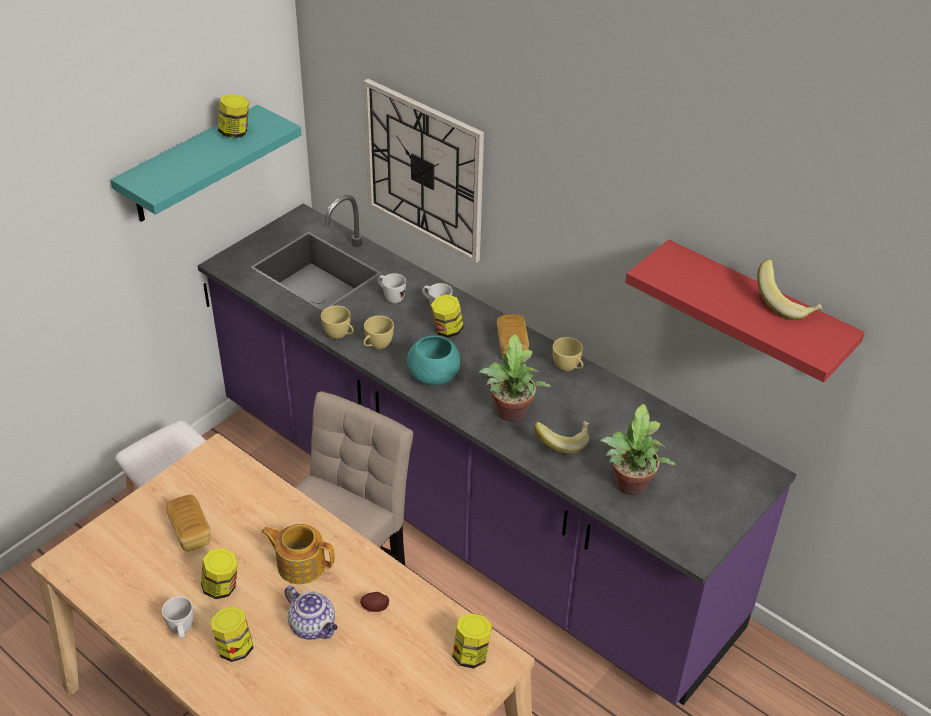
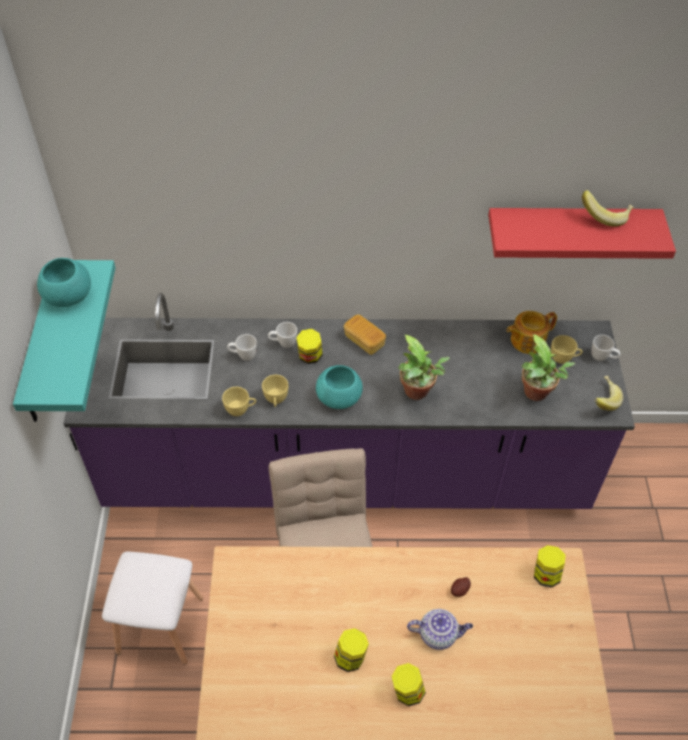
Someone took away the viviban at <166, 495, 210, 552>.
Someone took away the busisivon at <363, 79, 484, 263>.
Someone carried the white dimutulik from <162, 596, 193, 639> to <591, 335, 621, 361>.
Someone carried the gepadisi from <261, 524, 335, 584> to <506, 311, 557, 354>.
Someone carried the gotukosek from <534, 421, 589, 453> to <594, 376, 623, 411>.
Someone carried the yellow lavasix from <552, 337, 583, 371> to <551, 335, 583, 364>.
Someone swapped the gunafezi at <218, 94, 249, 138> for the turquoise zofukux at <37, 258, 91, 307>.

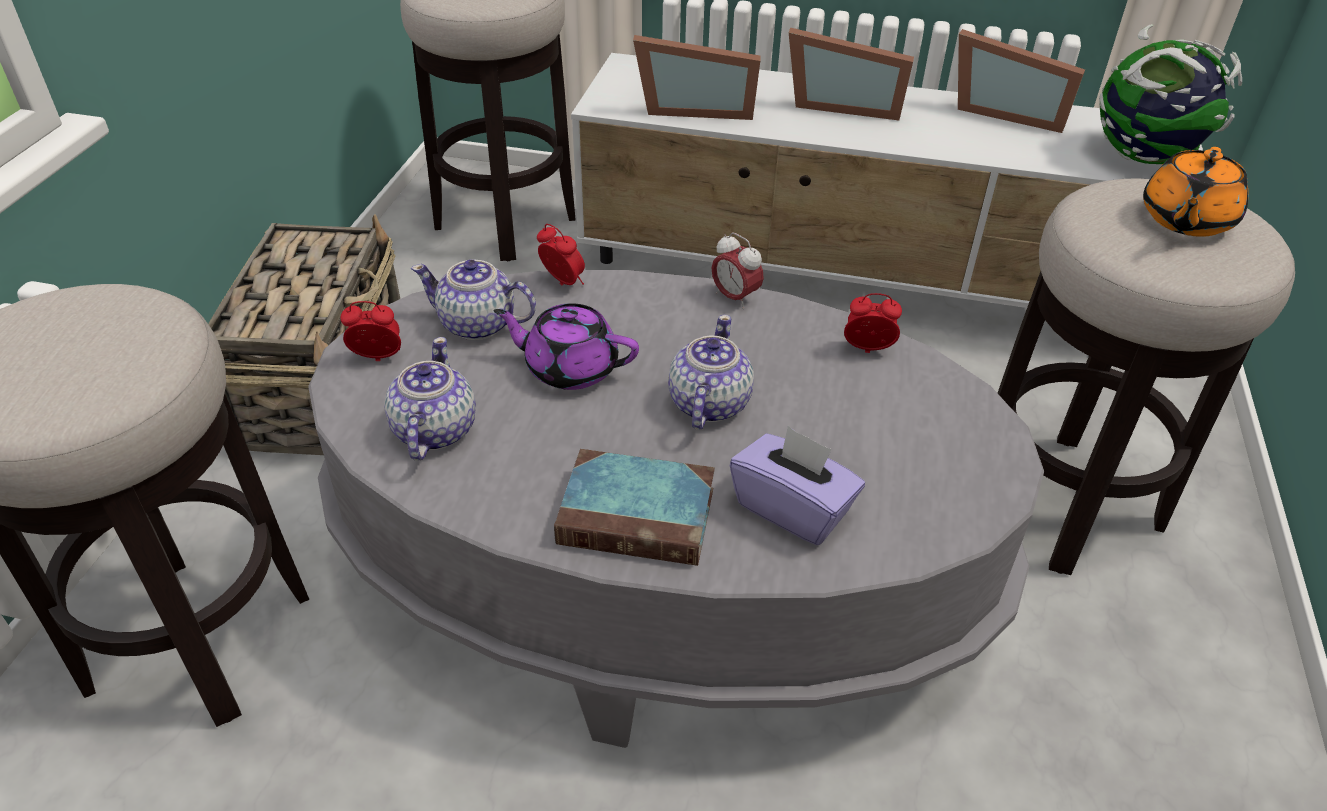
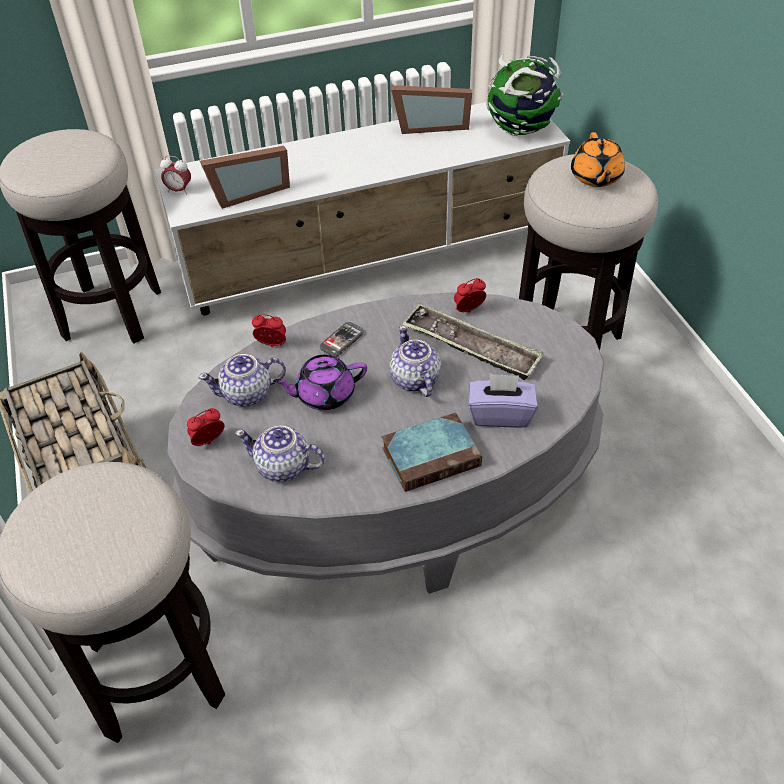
Someone took away the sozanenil at <789, 28, 914, 120>.
Someone put down the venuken at <320, 322, 364, 357>.
Someone put down the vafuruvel at <402, 304, 544, 380>.
Someone carried the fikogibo from <712, 232, 764, 309> to <160, 156, 191, 194>.
Someone rotated the gepadisi at <384, 337, 476, 461> by 45 degrees counterclockwise.

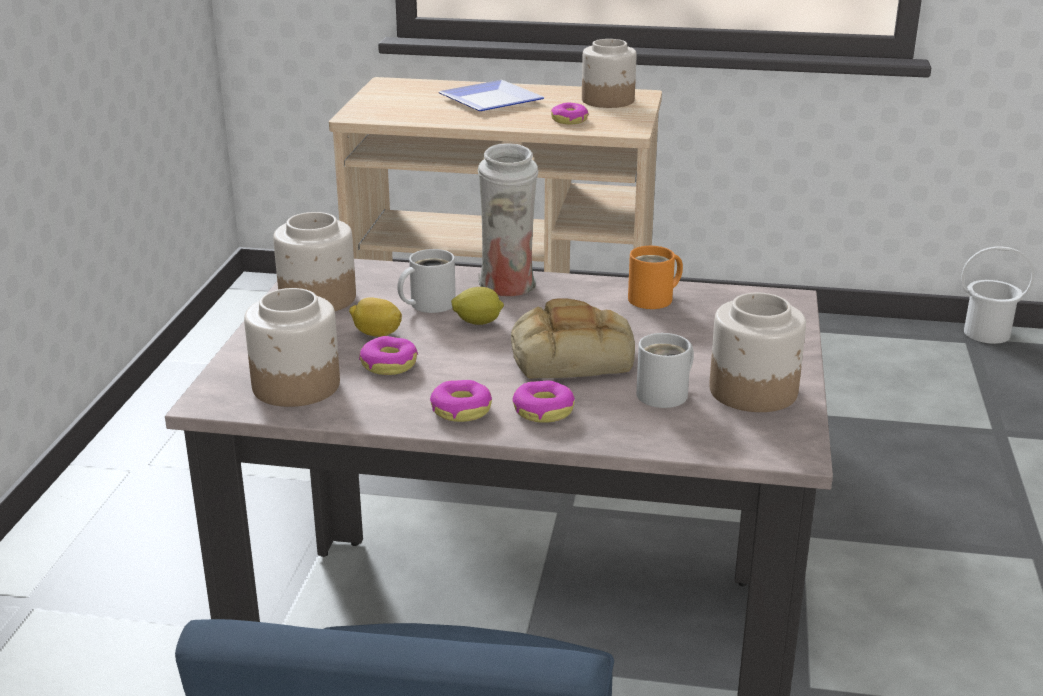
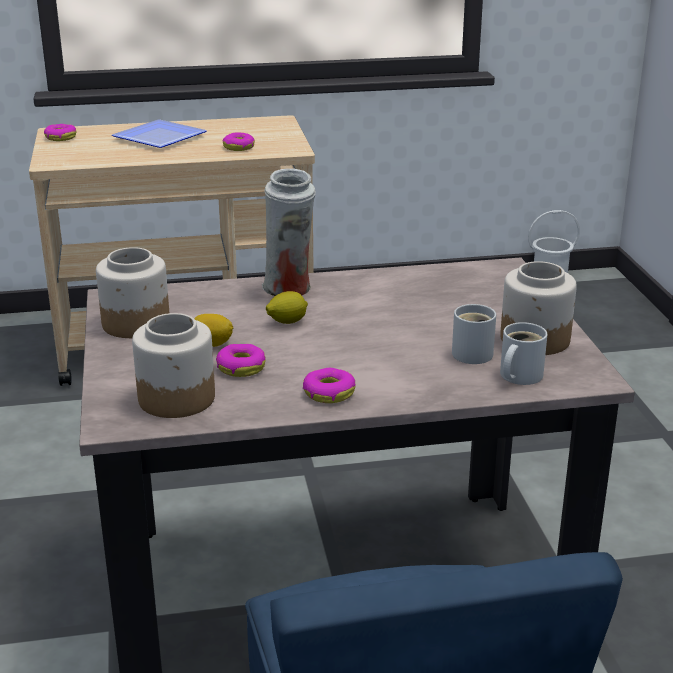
Someone took away the viviban at <511, 298, 635, 378>.
Someone took away the gunafezi at <582, 39, 637, 108>.
Someone took away the orange dimutulik at <628, 246, 683, 309>.
Someone carried the white dimutulik from <397, 249, 456, 313> to <500, 322, 547, 385>.
Someone carried the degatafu from <512, 380, 575, 423> to <44, 124, 76, 141>.

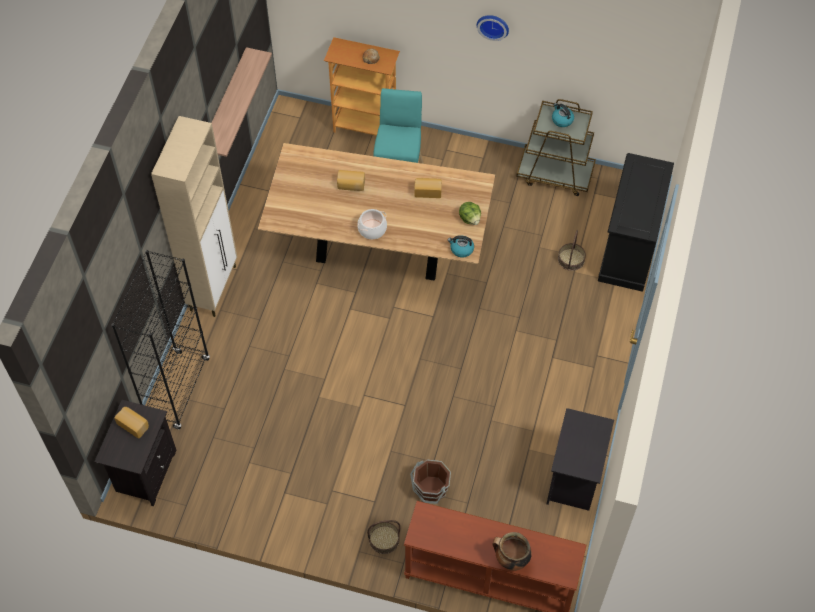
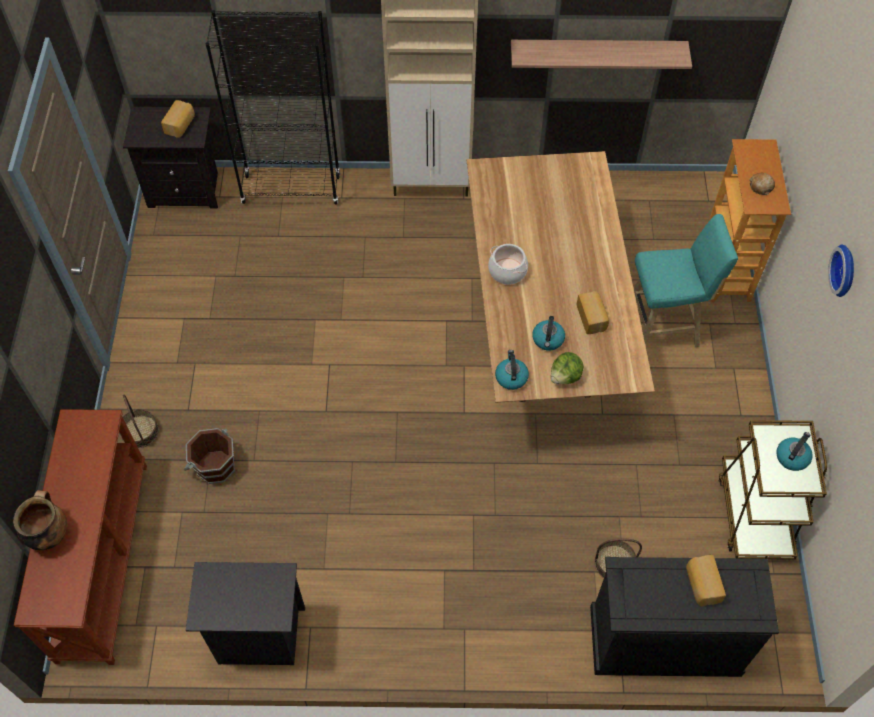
Someone put down the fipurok at <532, 316, 565, 350>.
Someone carried the viviban from <337, 170, 365, 191> to <686, 555, 726, 606>.

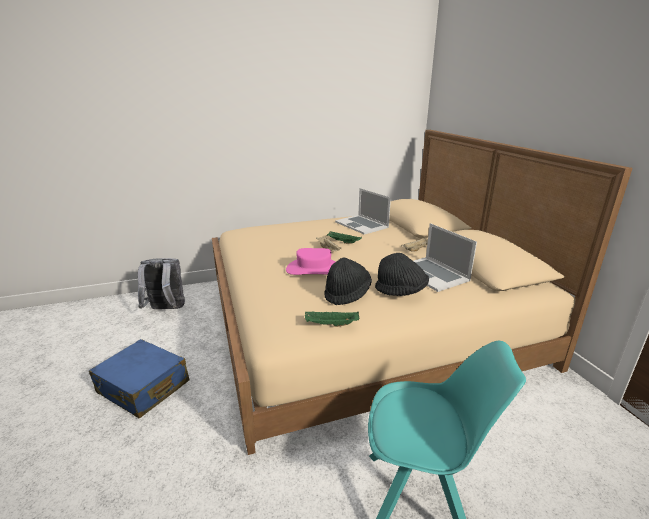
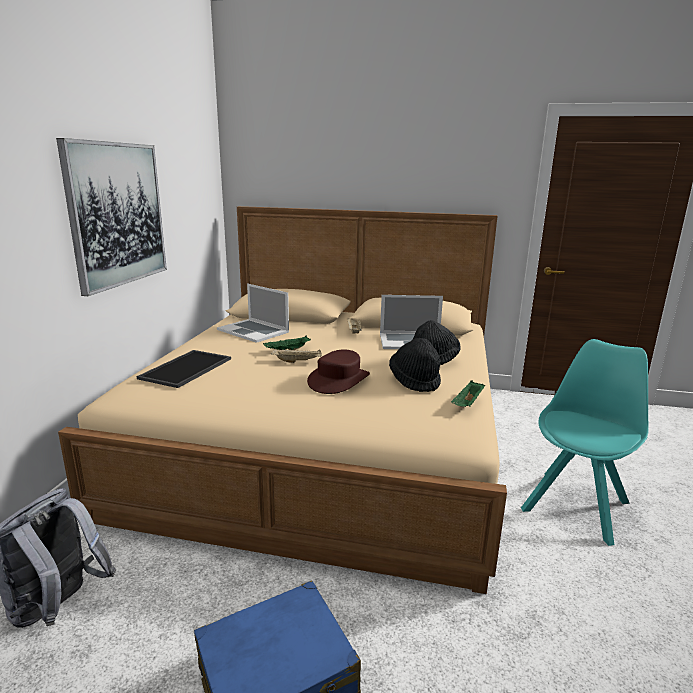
Someone put up the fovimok at <56, 138, 167, 296>.
Someone put down the vafuruvel at <137, 350, 231, 388>.
Someone repainted the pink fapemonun at <286, 248, 335, 275>, which became the brown fapemonun at <307, 349, 370, 394>.
Someone rotated the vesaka at <335, 188, 391, 235> by 45 degrees clockwise.

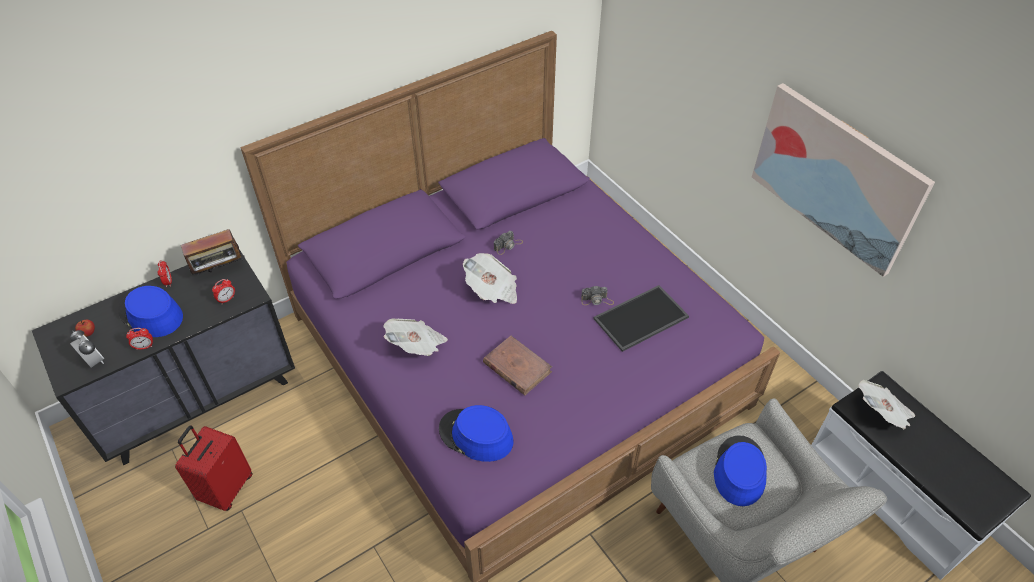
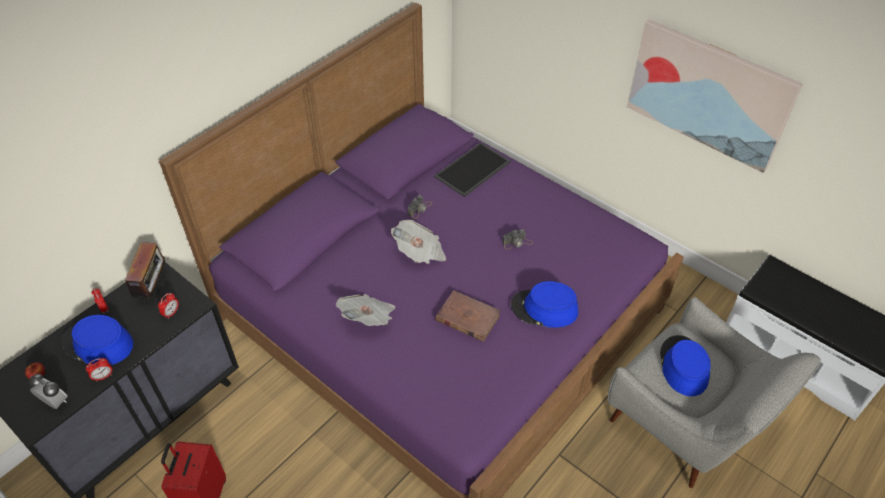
Someone took away the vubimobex at <859, 380, 915, 430>.
Someone carried the blue fapemonun from <439, 405, 514, 462> to <511, 281, 578, 328>.
Someone carried the vafuruvel from <593, 285, 689, 352> to <434, 142, 511, 197>.
Someone rotated the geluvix at <181, 229, 244, 279> by 45 degrees counterclockwise.

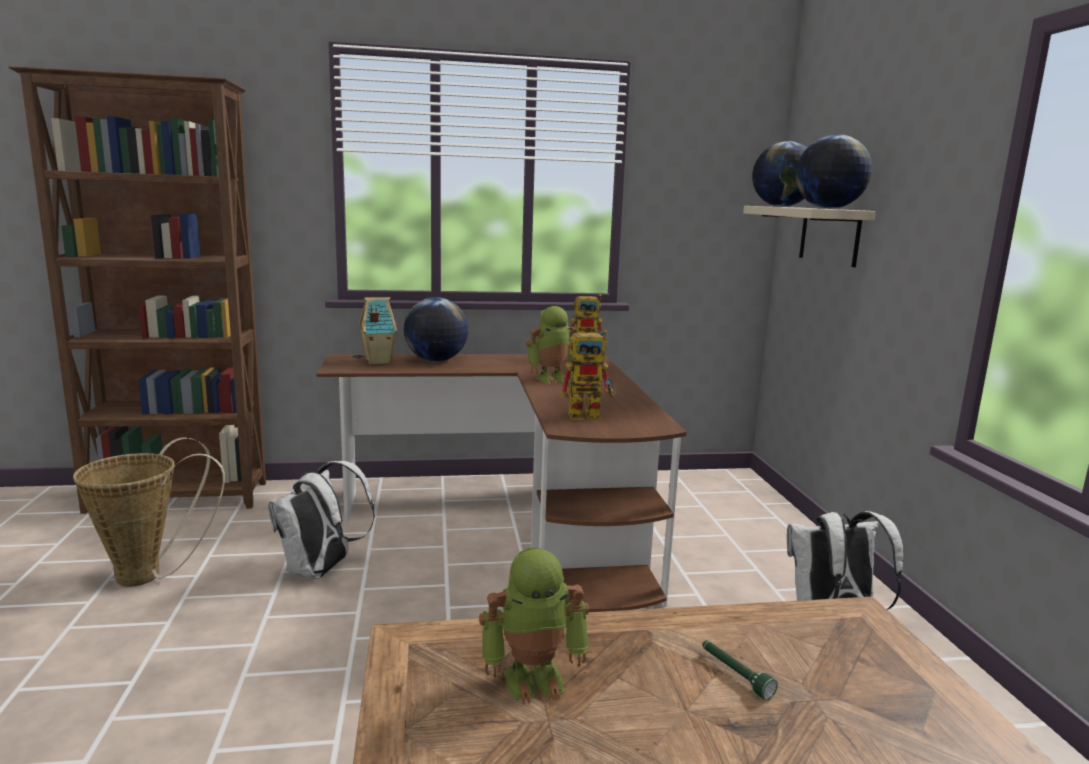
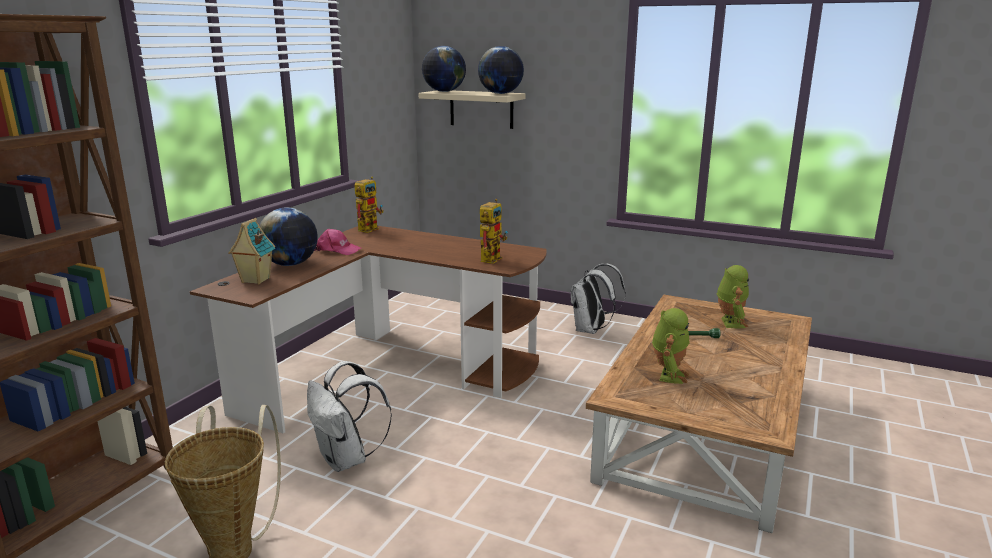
Someone put down the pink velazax at <314, 229, 361, 255>.
Someone carried the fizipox from <526, 306, 577, 384> to <717, 265, 749, 328>.

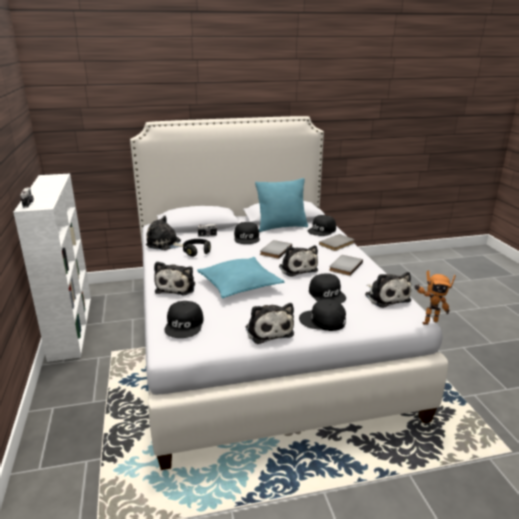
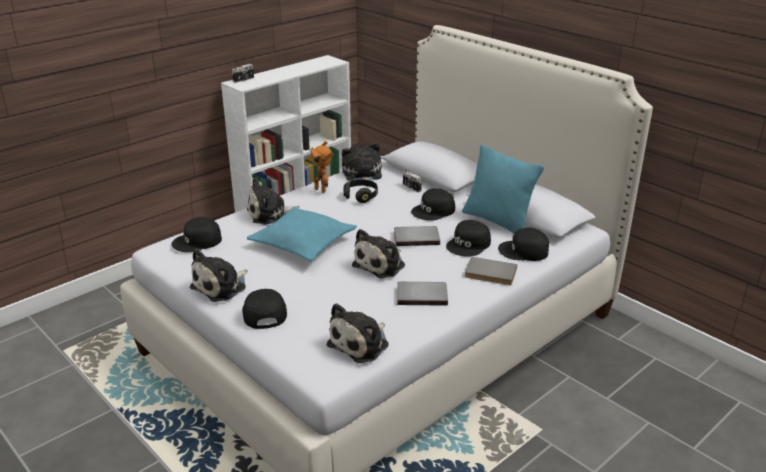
Someone carried the black velazax from <309, 273, 346, 304> to <446, 220, 491, 257>.
Someone carried the fizipox from <415, 270, 455, 325> to <310, 141, 334, 193>.

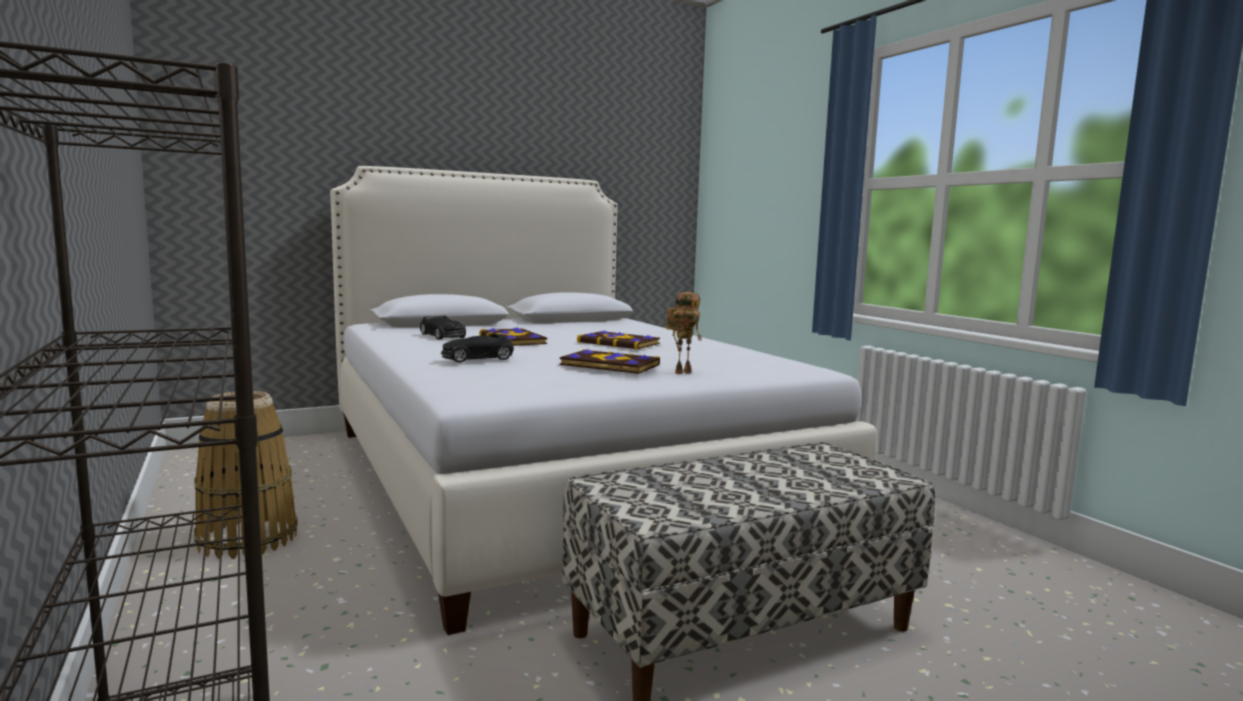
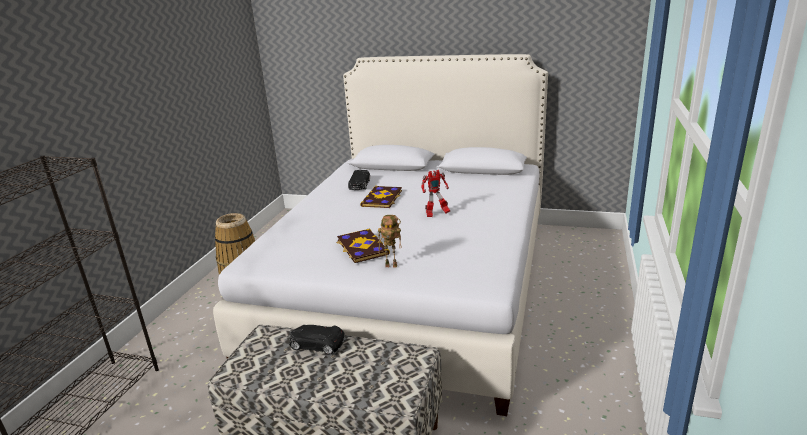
Someone carried the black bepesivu from <441, 334, 514, 363> to <289, 325, 345, 354>.
Someone swapped the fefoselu at <577, 330, 660, 350> for the fizipox at <421, 170, 450, 217>.

